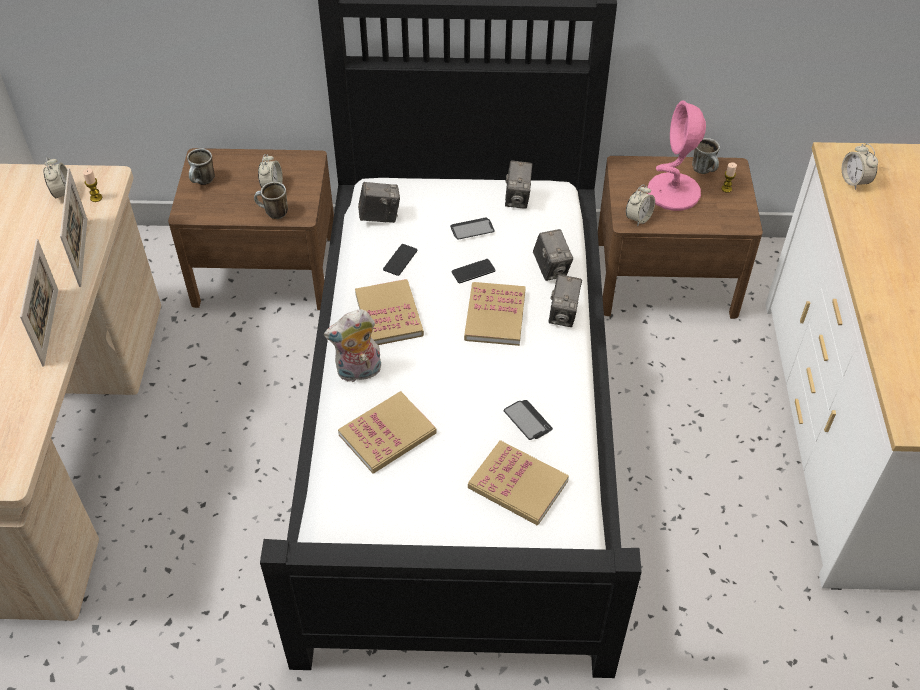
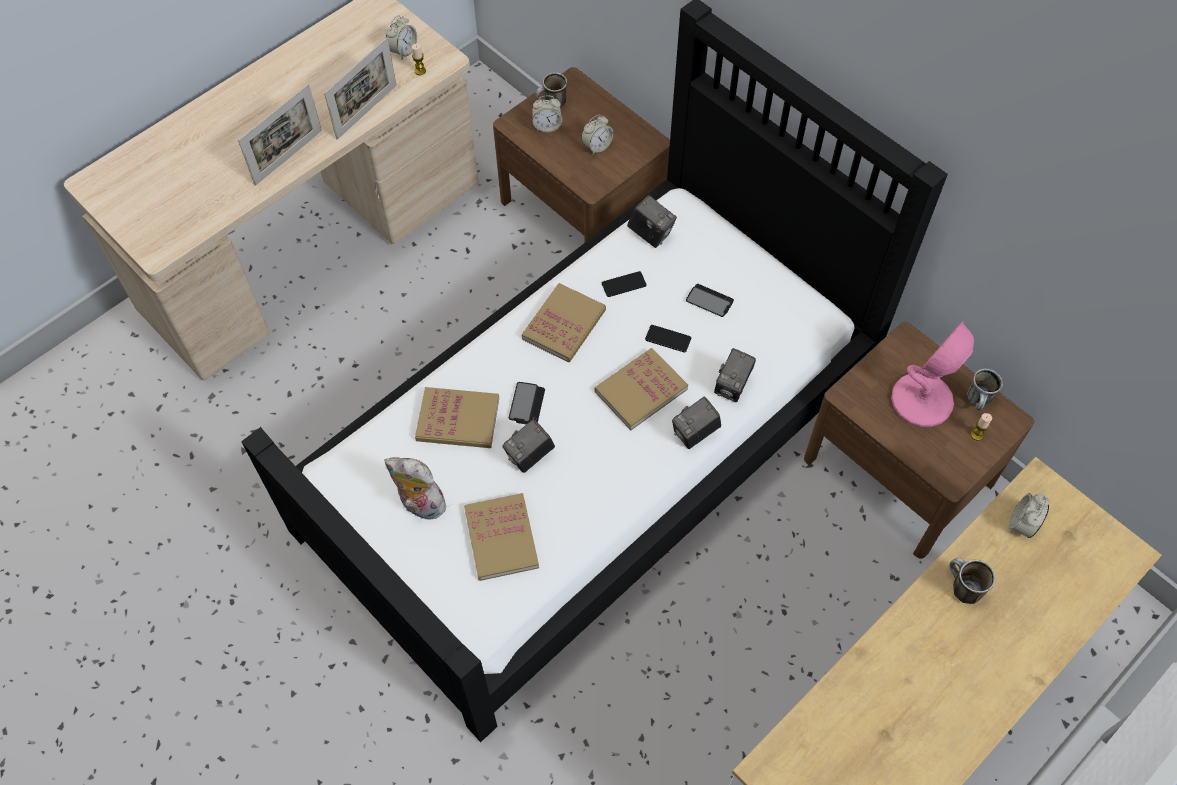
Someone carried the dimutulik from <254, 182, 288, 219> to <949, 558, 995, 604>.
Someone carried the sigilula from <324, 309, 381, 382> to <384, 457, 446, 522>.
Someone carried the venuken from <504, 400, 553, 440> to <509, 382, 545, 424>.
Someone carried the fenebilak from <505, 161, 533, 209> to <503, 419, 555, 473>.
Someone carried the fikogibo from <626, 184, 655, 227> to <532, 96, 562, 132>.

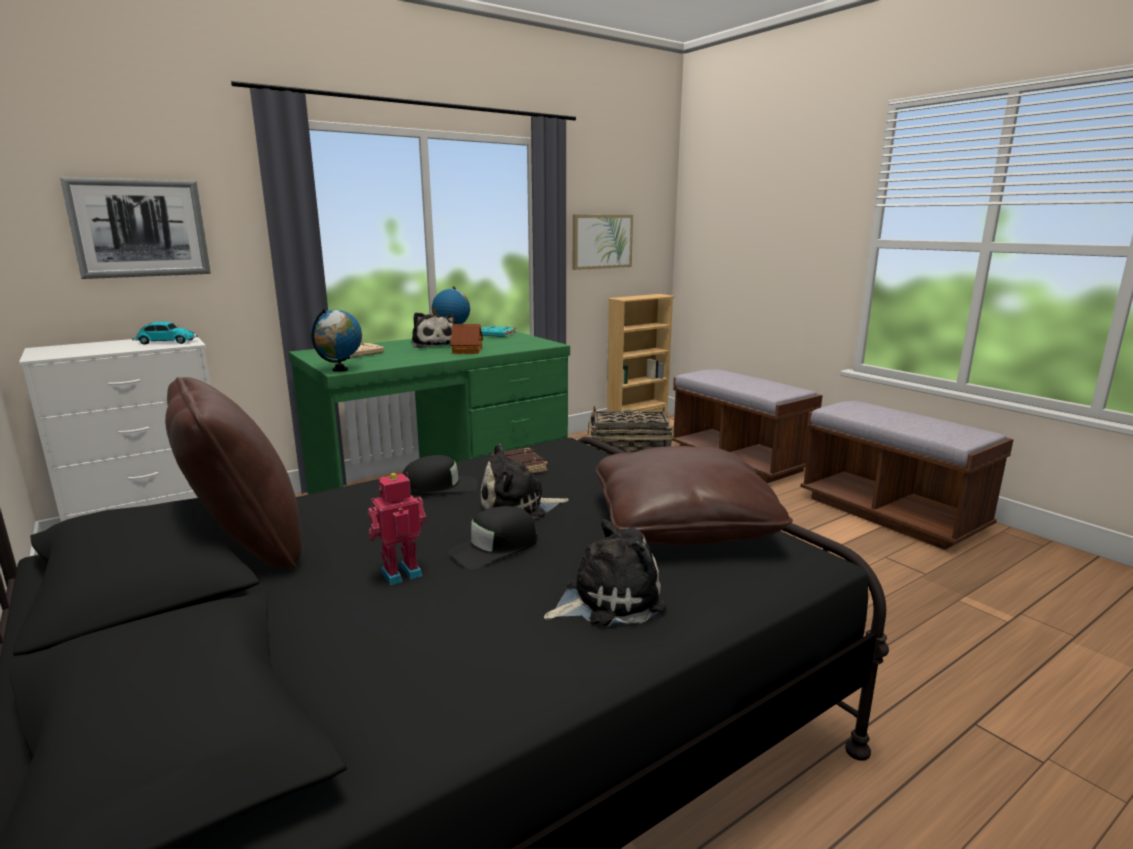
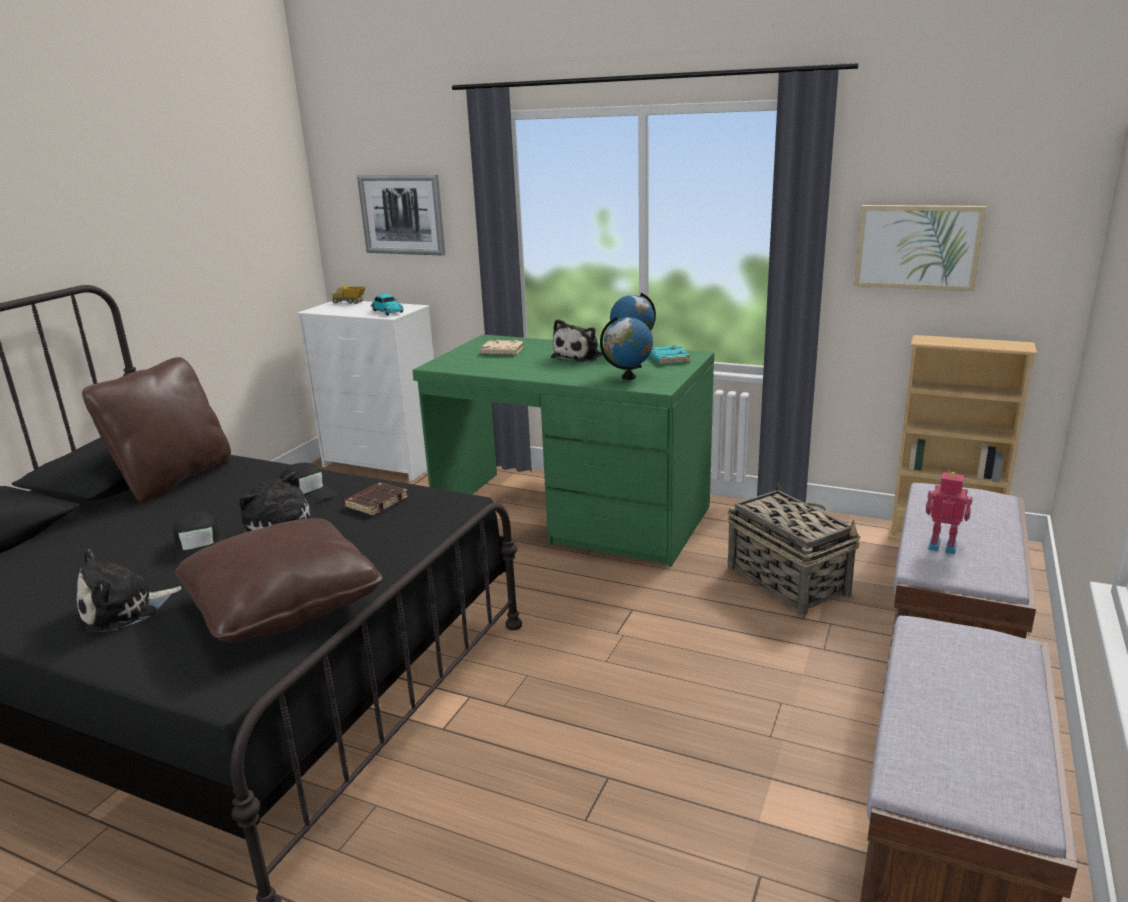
Someone took away the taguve at <450, 324, 483, 354>.
Someone put down the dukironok at <332, 286, 366, 304>.
Someone carried the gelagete from <310, 309, 362, 372> to <600, 316, 653, 380>.
Someone carried the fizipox from <367, 472, 426, 585> to <926, 472, 973, 554>.
Someone rotated the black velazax at <447, 506, 537, 570> by 135 degrees counterclockwise.
Someone rotated the sigilula at <544, 519, 666, 627> by 105 degrees clockwise.

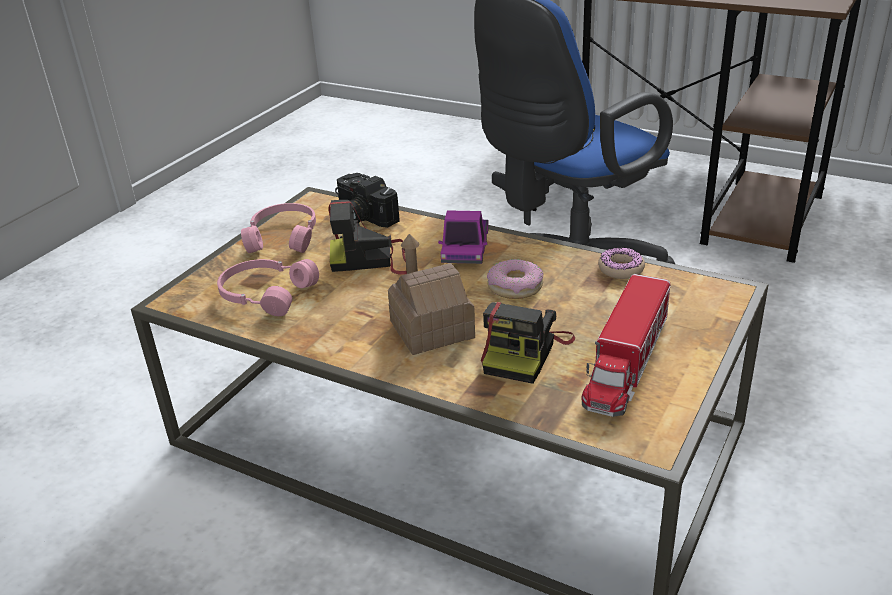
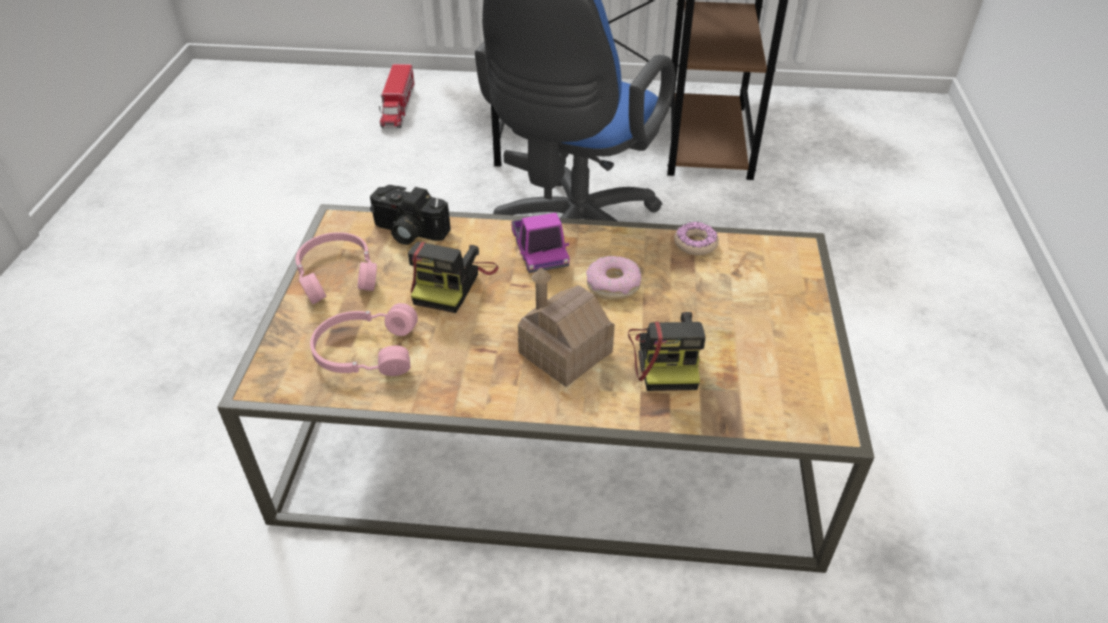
Someone carried the dukironok from <582, 274, 670, 417> to <379, 64, 415, 129>.
Someone rotated the fenebilak at <329, 200, 407, 275> by 45 degrees counterclockwise.

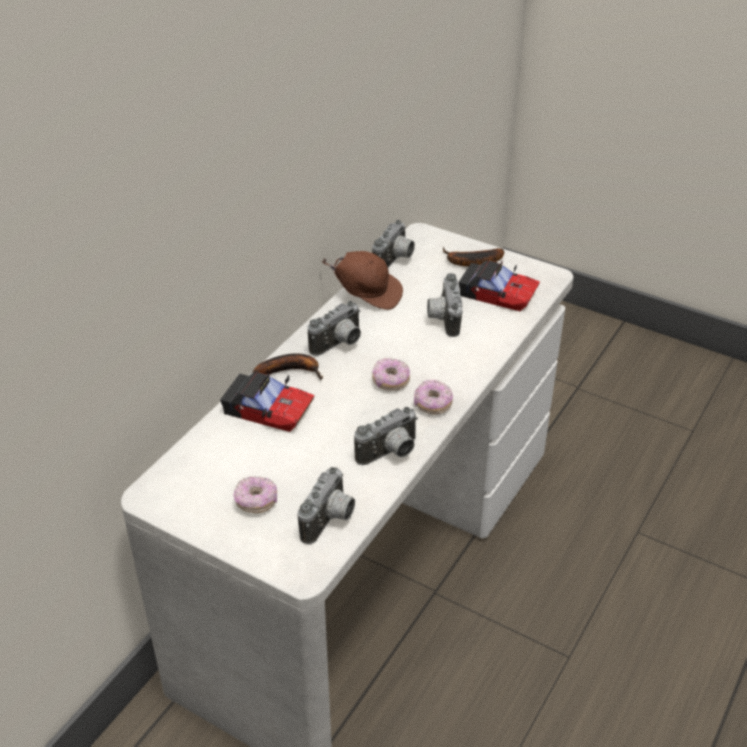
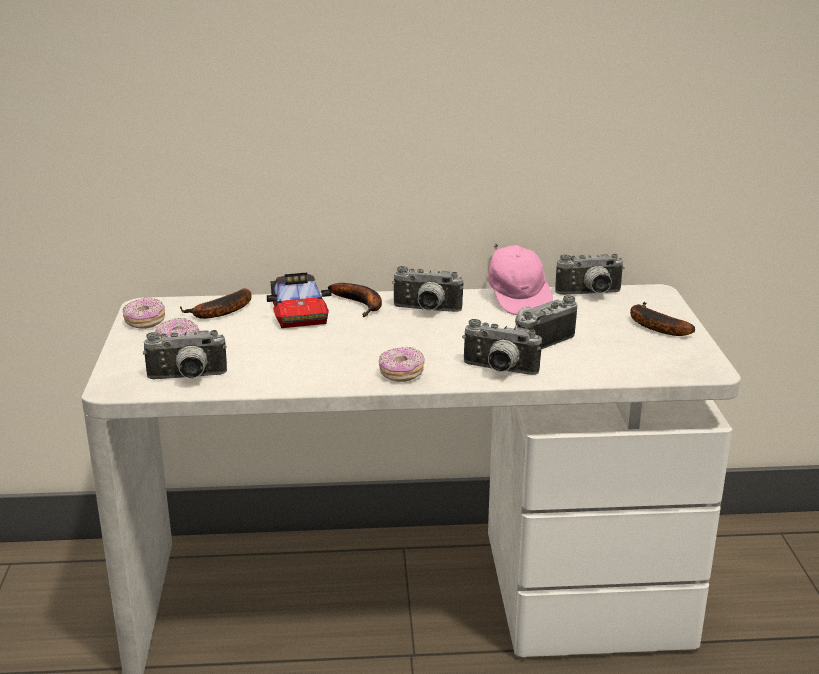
Someone took away the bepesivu at <458, 260, 540, 311>.
Someone put down the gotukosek at <180, 288, 252, 319>.
Someone carried the fenebilak from <354, 407, 418, 465> to <462, 319, 542, 375>.
Someone carried the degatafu from <372, 358, 410, 391> to <123, 297, 165, 329>.
Someone repainted the brown velazax at <322, 251, 403, 310>, which became the pink velazax at <488, 243, 553, 315>.

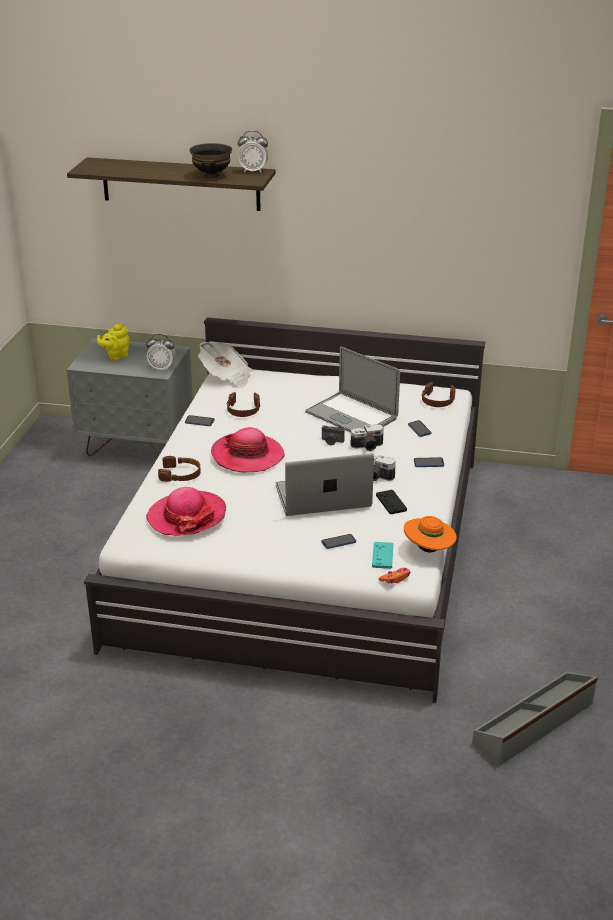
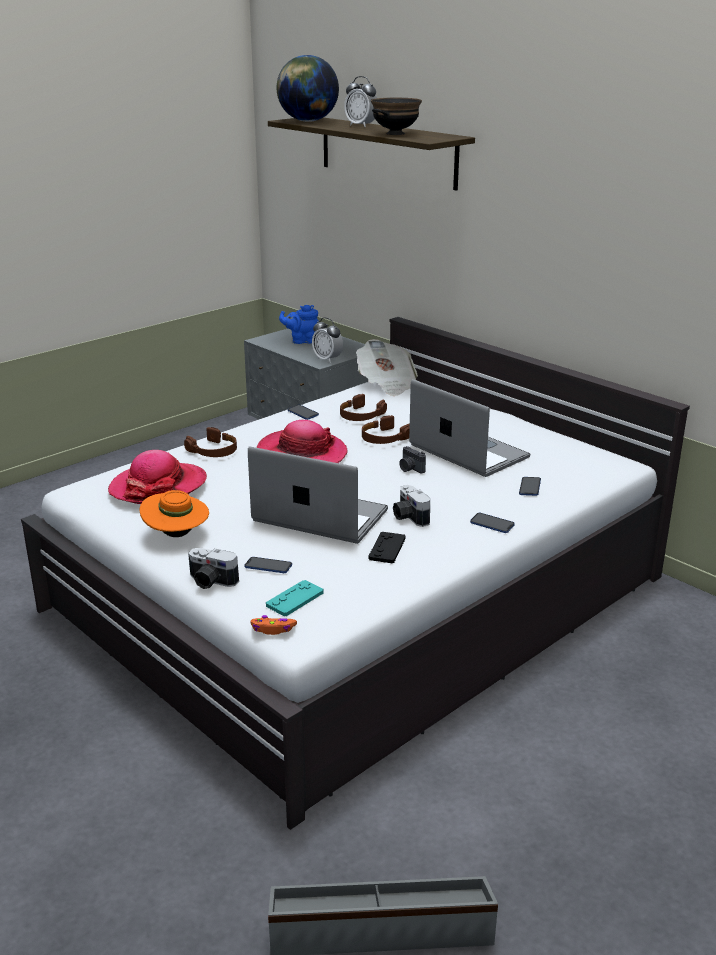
Someone put down the gelagete at <277, 55, 339, 122>.
Someone carried the fikogibo from <238, 131, 268, 173> to <344, 76, 377, 127>.
Someone carried the fenebilak from <351, 424, 384, 451> to <188, 548, 239, 589>.
Someone carried the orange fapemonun from <404, 516, 456, 552> to <140, 490, 209, 537>.
Someone carried the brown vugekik from <422, 382, 456, 407> to <362, 415, 410, 444>.
Someone repainted the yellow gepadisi at <97, 323, 129, 361>, which became the blue gepadisi at <279, 305, 319, 344>.
Someone rotated the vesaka at <305, 346, 400, 433> by 150 degrees clockwise.

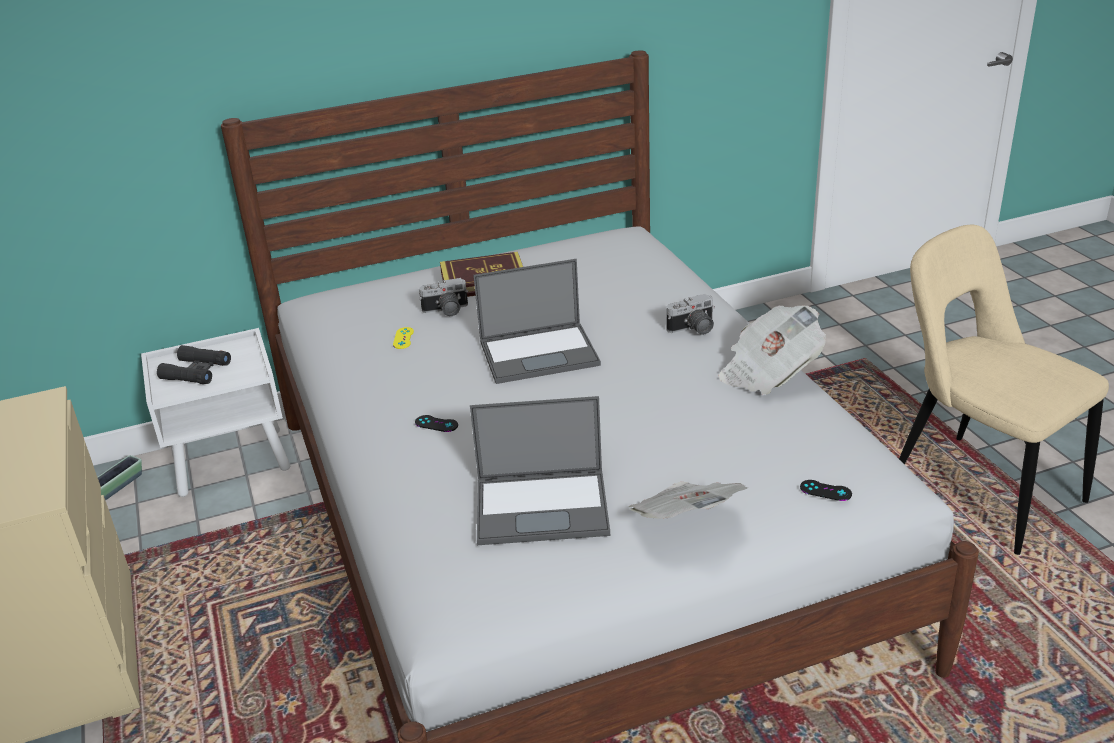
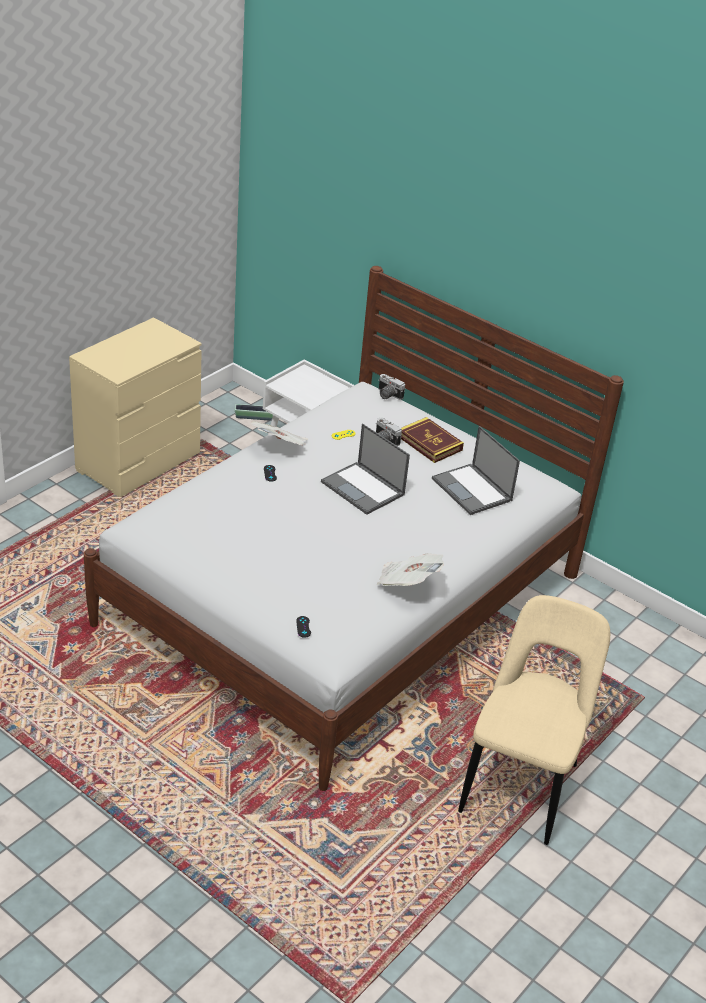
Someone took away the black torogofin at <157, 345, 231, 384>.
Someone carried the vesaka from <470, 396, 610, 545> to <432, 426, 520, 515>.
Someone carried the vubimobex from <628, 481, 748, 519> to <251, 421, 308, 446>.
Someone carried the fenebilak from <667, 293, 715, 335> to <378, 374, 405, 400>.

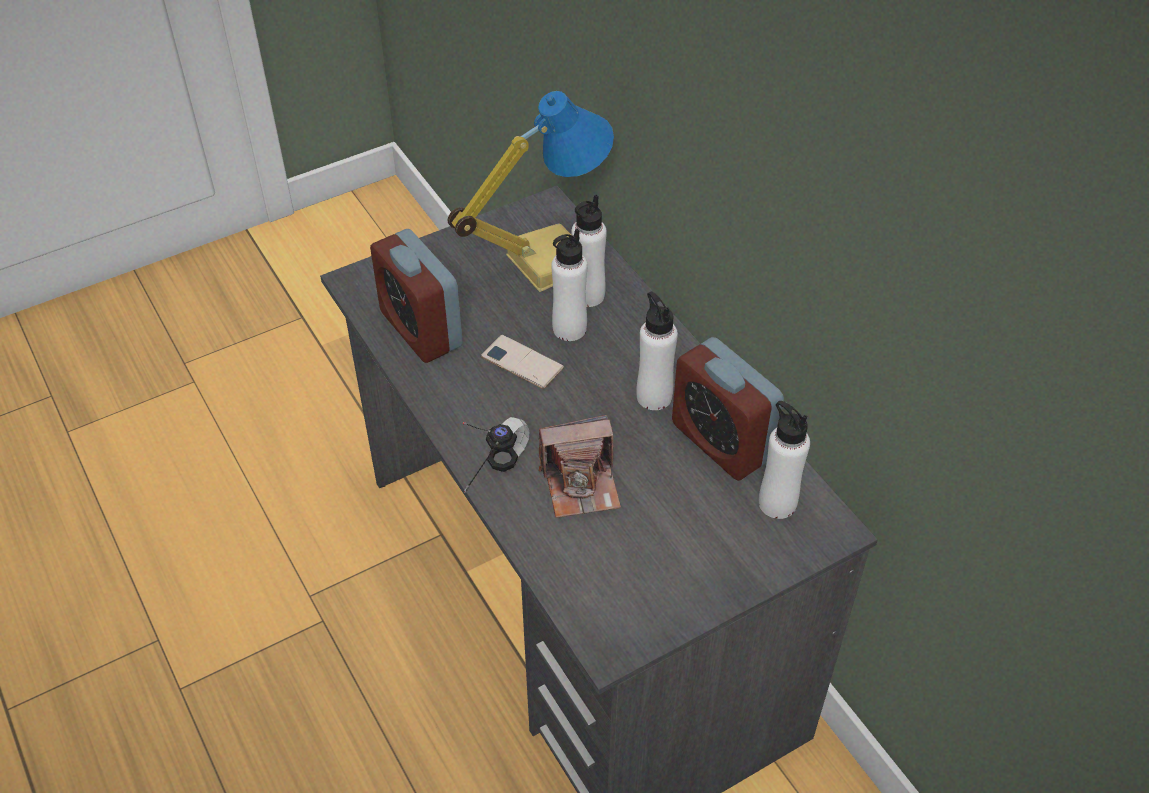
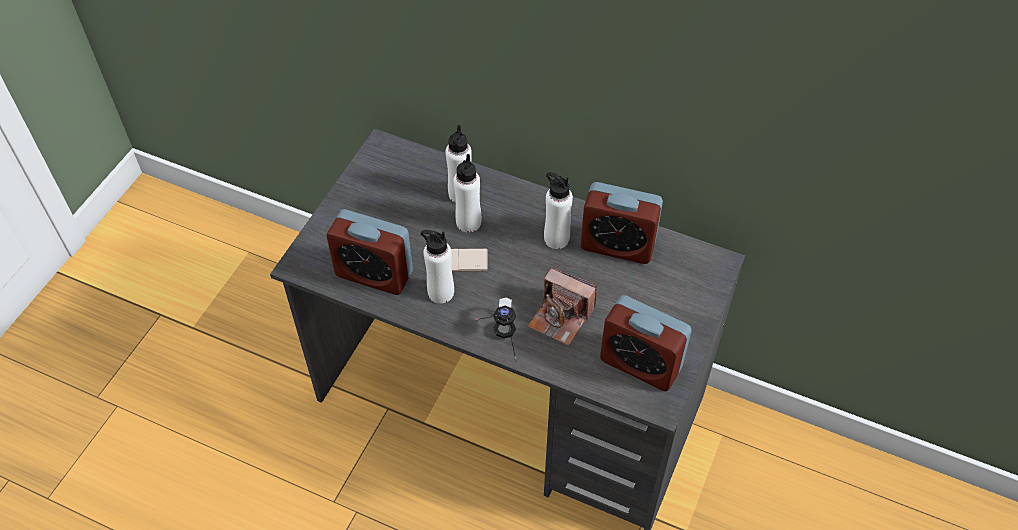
Someone took away the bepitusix at <448, 91, 614, 292>.
Someone put down the fikogibo at <600, 295, 692, 391>.
Someone carried the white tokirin from <759, 401, 810, 519> to <421, 230, 454, 304>.
Someone rotated the fenebilak at <539, 415, 621, 518> by 75 degrees clockwise.

